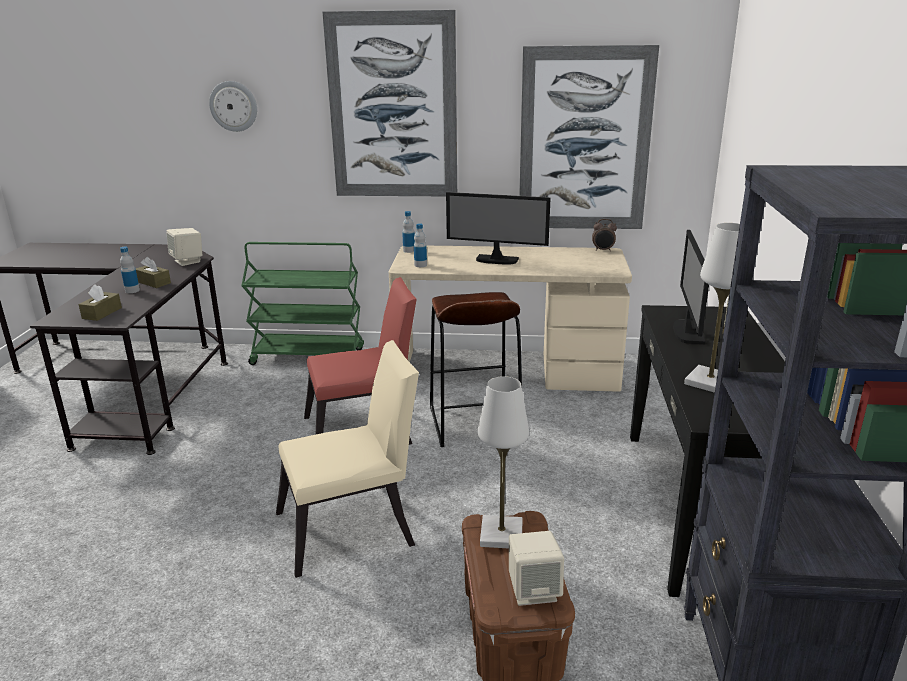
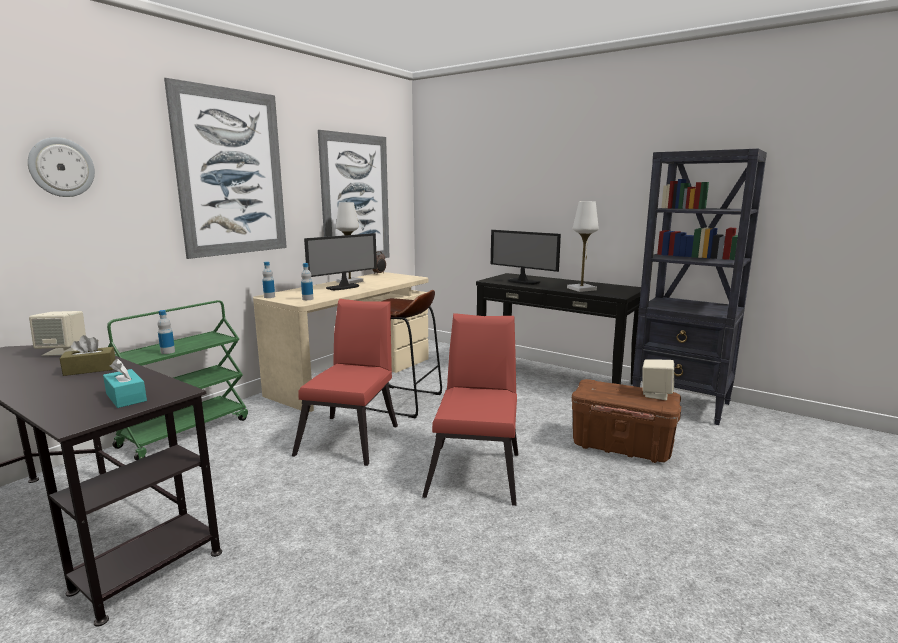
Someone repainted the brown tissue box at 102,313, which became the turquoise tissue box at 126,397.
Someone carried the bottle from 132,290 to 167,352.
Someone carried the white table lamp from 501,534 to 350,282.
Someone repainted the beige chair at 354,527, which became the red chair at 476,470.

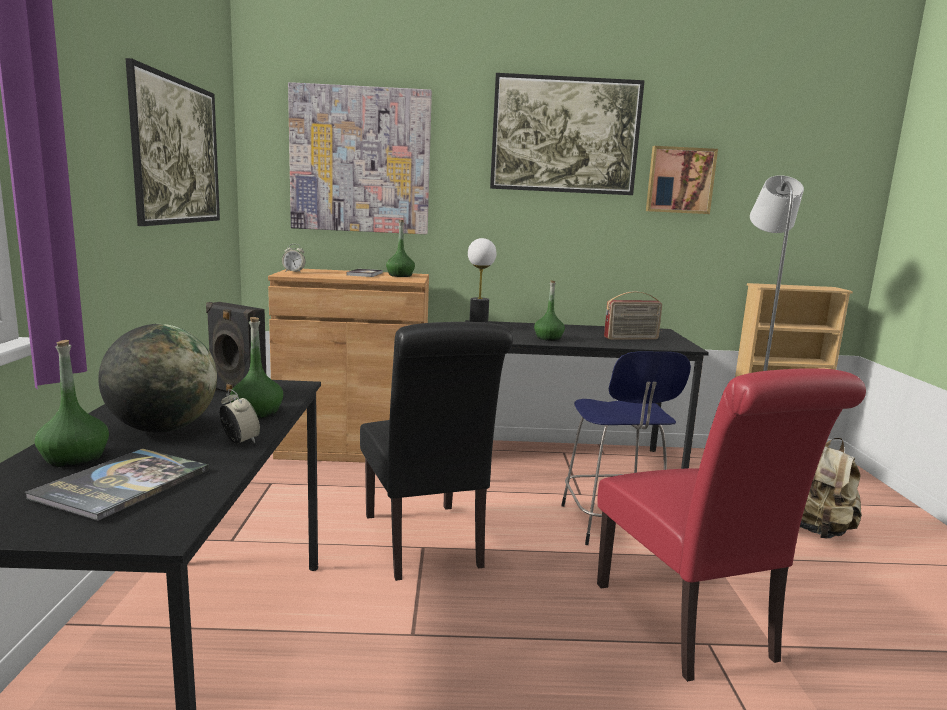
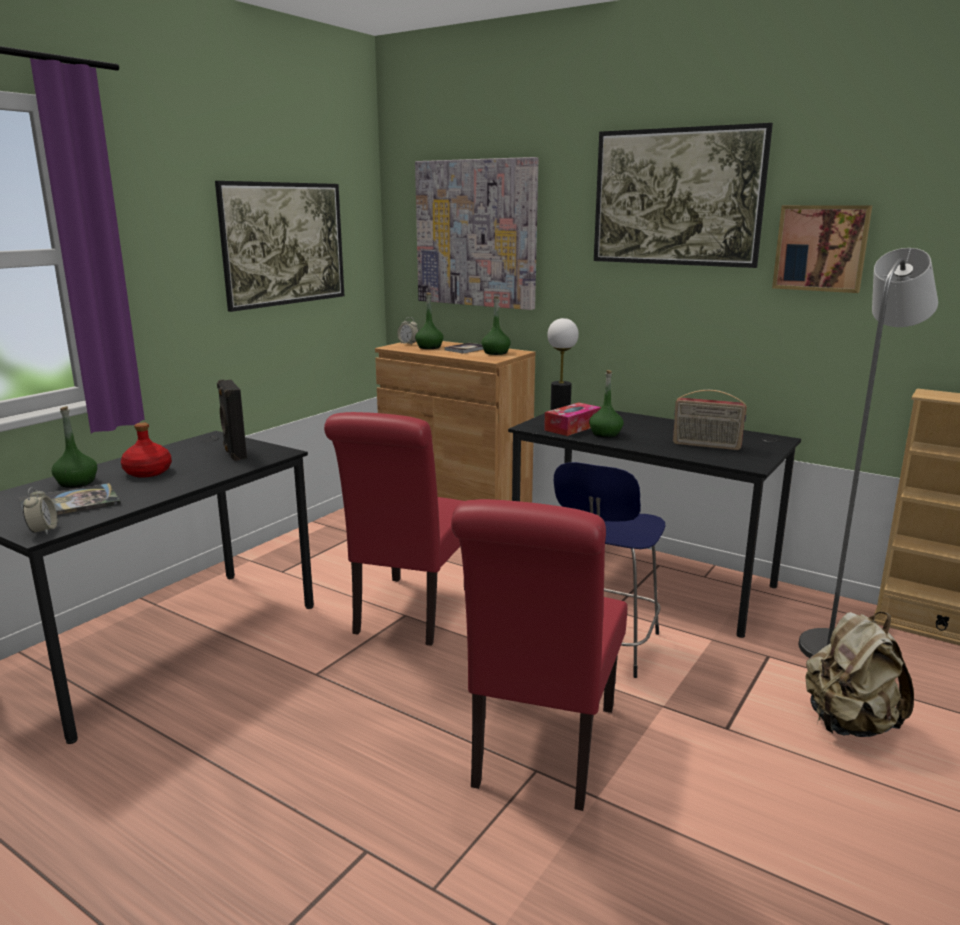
Someone carried the alarm clock from 240,441 to 43,530.
Someone swapped the globe at 162,429 for the red bottle at 147,472.
Someone repainted the black chair at 425,544, which became the red chair at 409,614.
Someone carried the green bottle from 257,413 to 429,347.
Someone put down the tissue box at 572,427.

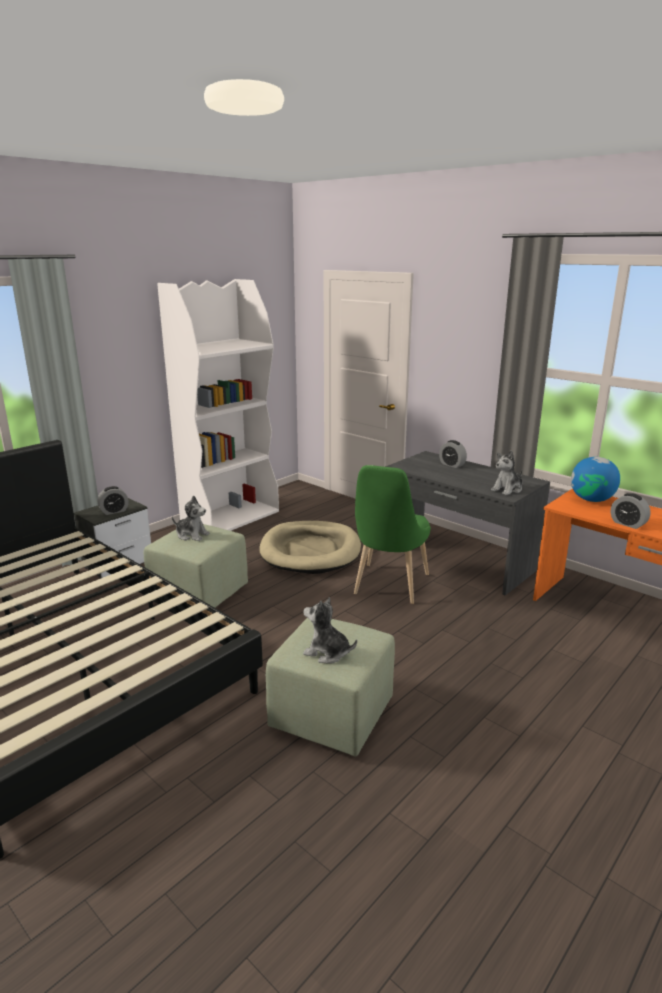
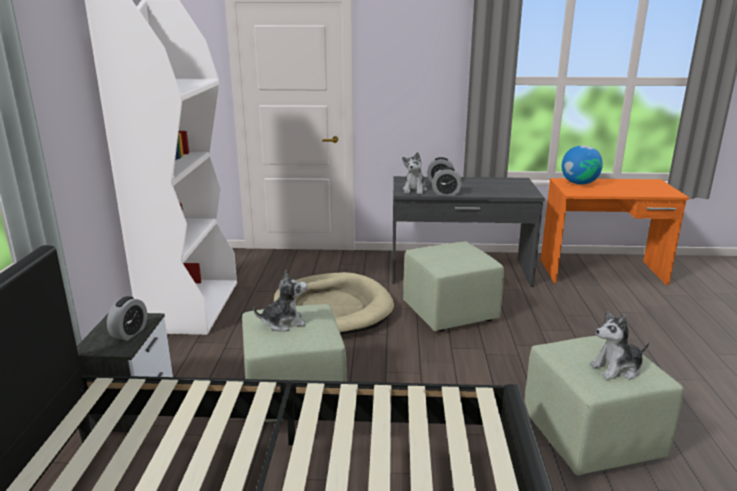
Someone carried the plush toy from 507,489 to 414,190.
Someone swapped the green chair at 389,587 for the green ottoman at 449,313.
Someone carried the alarm clock from 627,524 to 446,193.

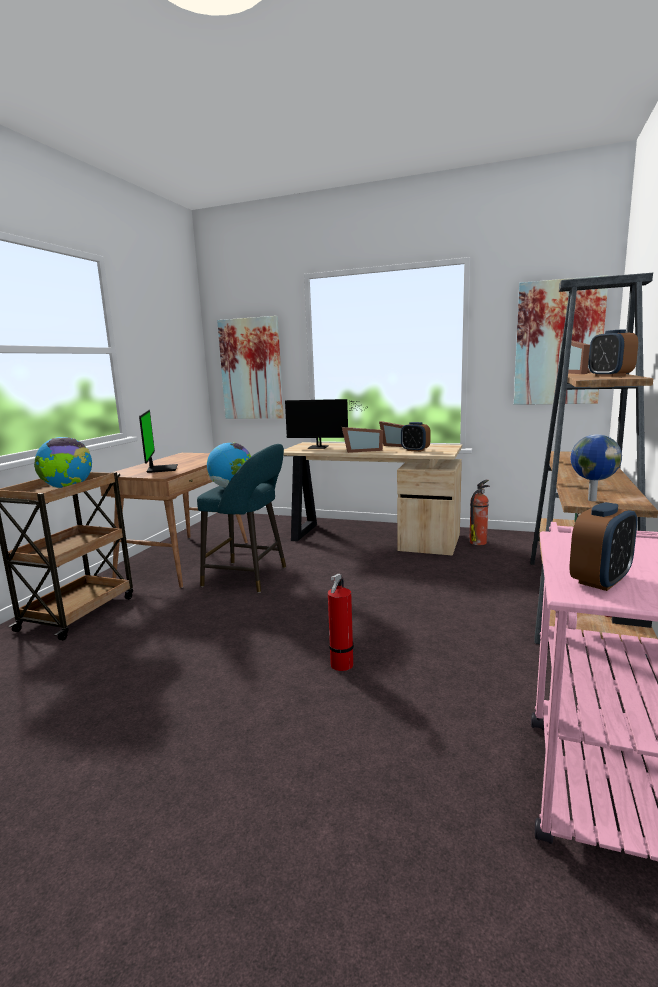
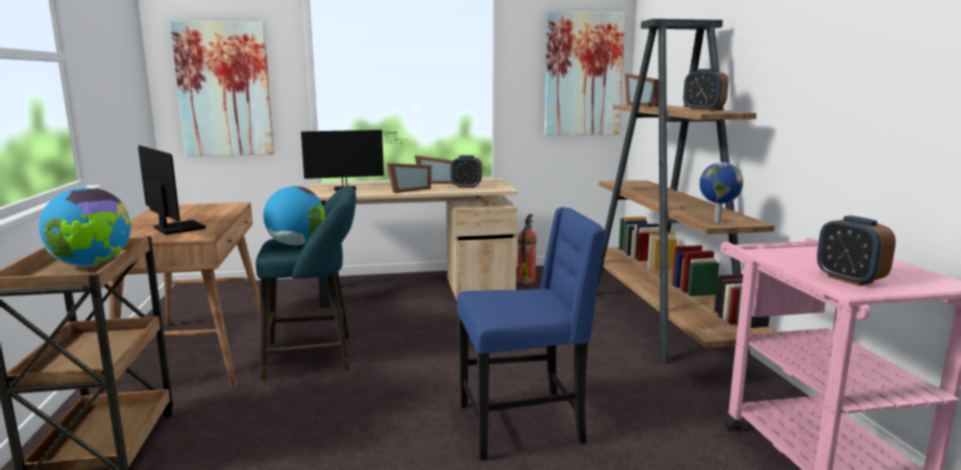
Someone swapped the fire extinguisher at 341,666 for the blue chair at 523,425.
Someone rotated the alarm clock at 600,580 by 135 degrees clockwise.

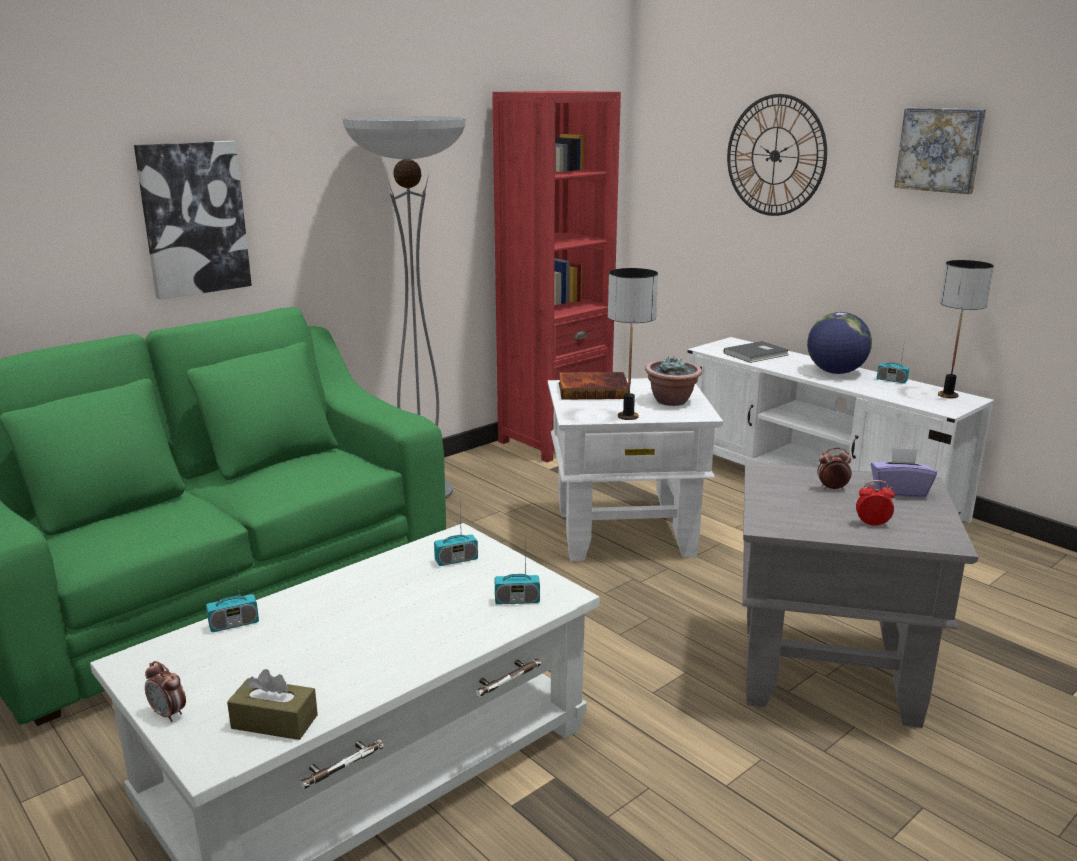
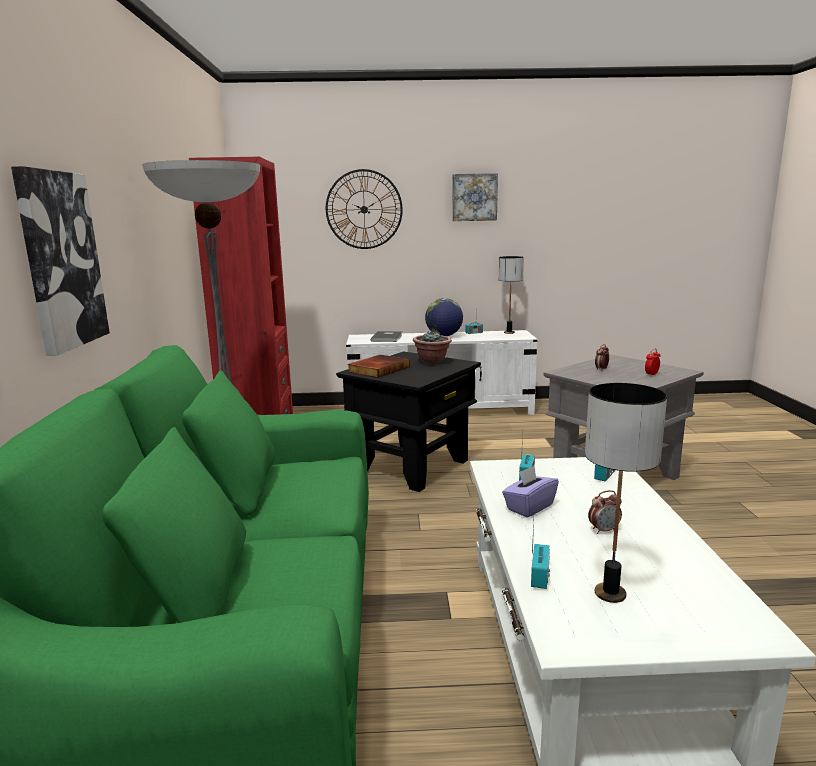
Someone repainted the white side table at 625,533, which became the black side table at 412,466.
Someone carried the purple tissue box from 899,491 to 529,507.
Someone carried the table lamp from 627,416 to 611,594.
Someone carried the alarm clock from 168,714 to 604,530.
Someone took away the brown tissue box at 274,722.

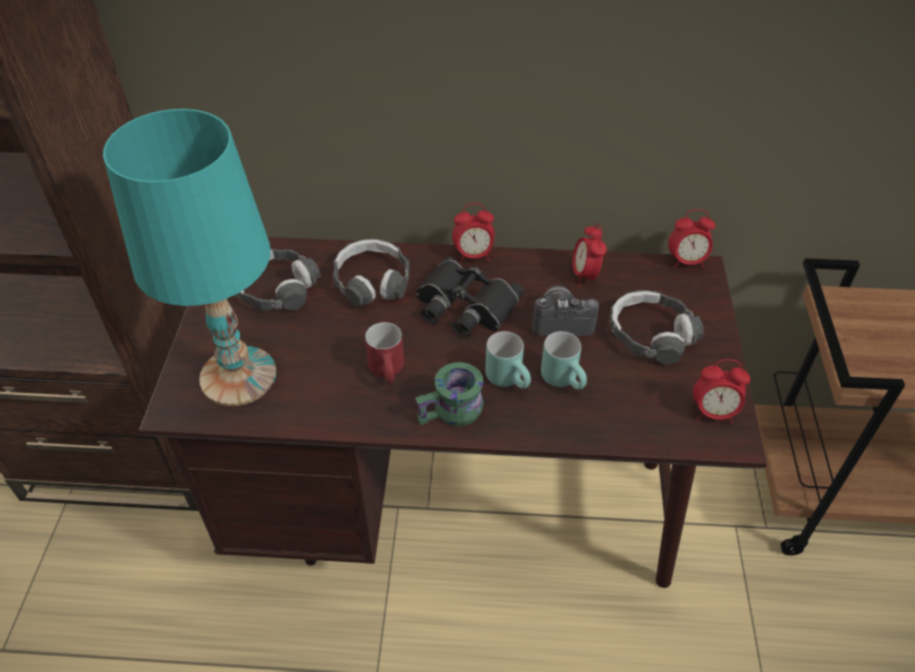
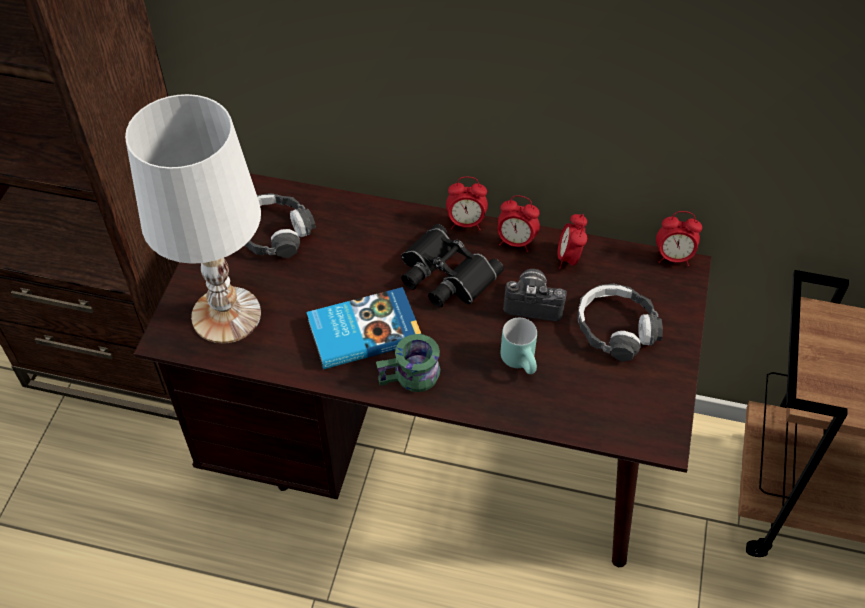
Someone repainted the turquoise table lamp at 239,376, which became the white table lamp at 227,315.
Someone swapped the red mug at 390,372 for the book at 363,331.
Someone carried the alarm clock from 713,413 to 516,242.
Someone took away the headphones at 372,281.
Someone took away the turquoise mug at 510,379.

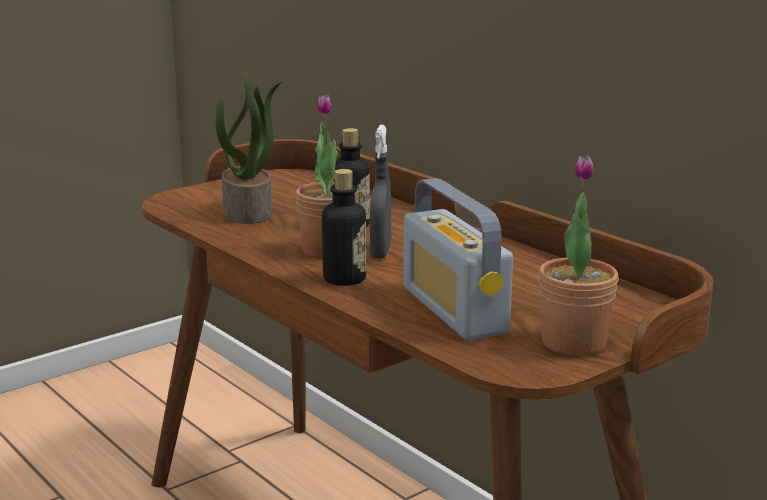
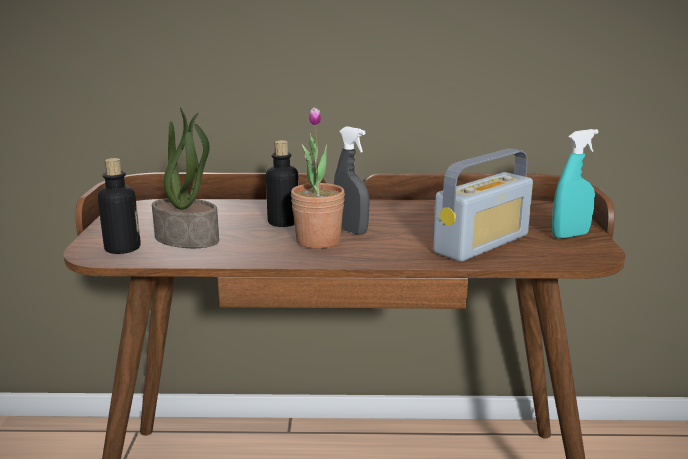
Someone carried the bottle from 344,279 to 122,248.
Someone rotated the radio at 454,310 by 60 degrees counterclockwise.
Someone swapped the potted plant at 573,343 for the turquoise spray bottle at 570,235.

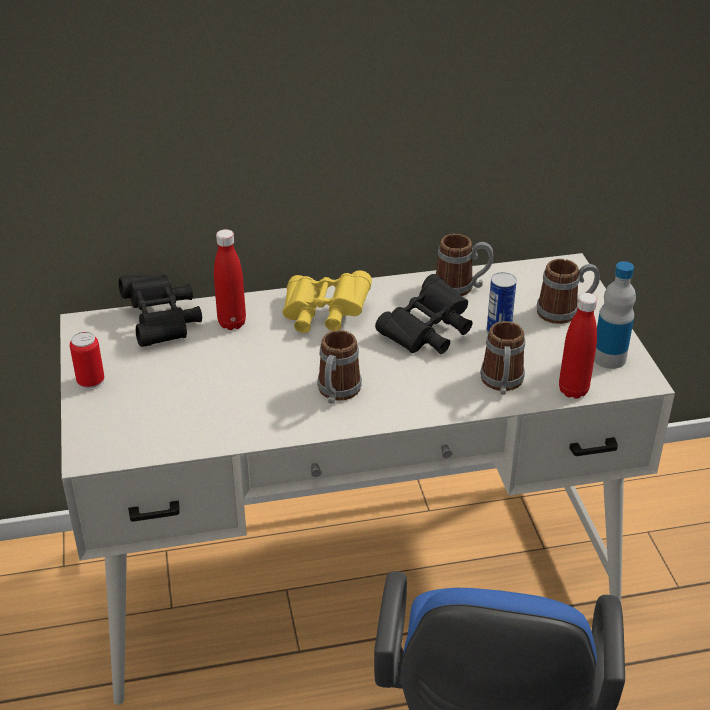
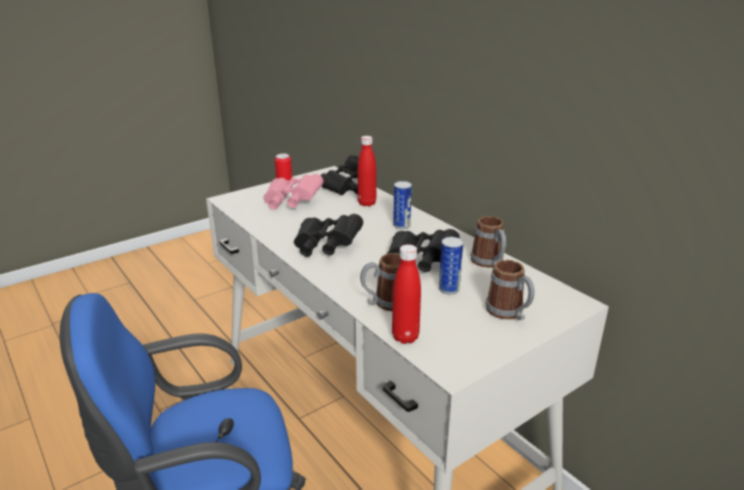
Someone put down the pink binoculars at 291,203.
Someone swapped the mug at 336,393 for the black binoculars at 325,247.
Someone swapped the yellow binoculars at 324,316 for the can at 401,226.
Someone took away the bottle at 609,358.

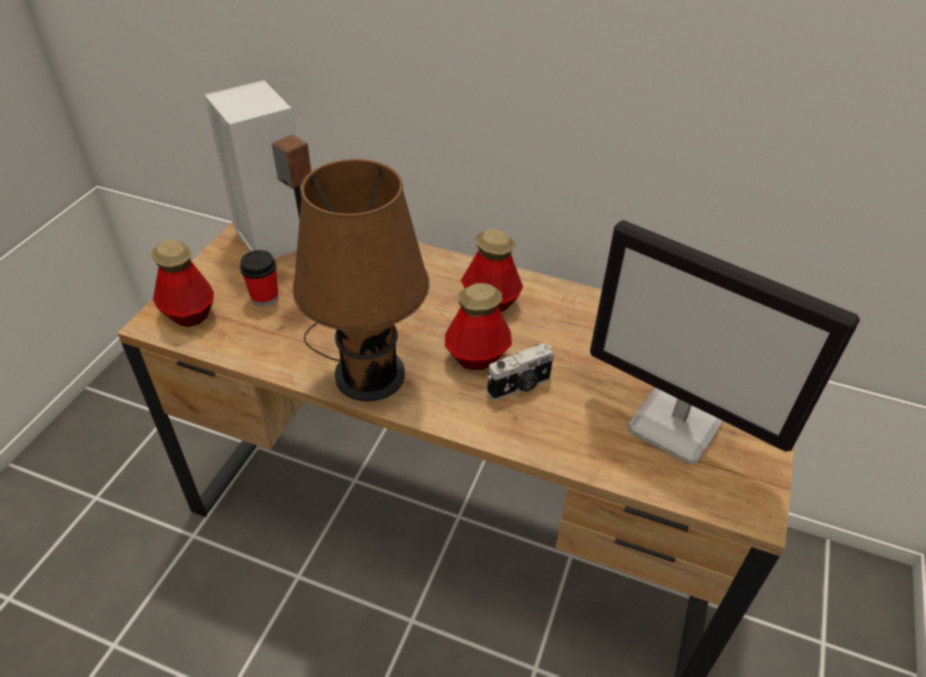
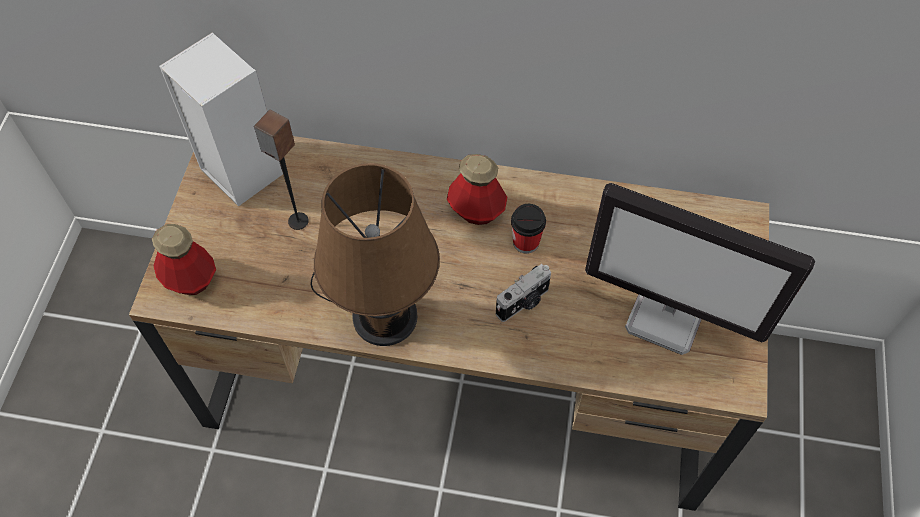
Someone carried the cup from 264,297 to 526,242.
Someone took away the bottle at 477,357.

